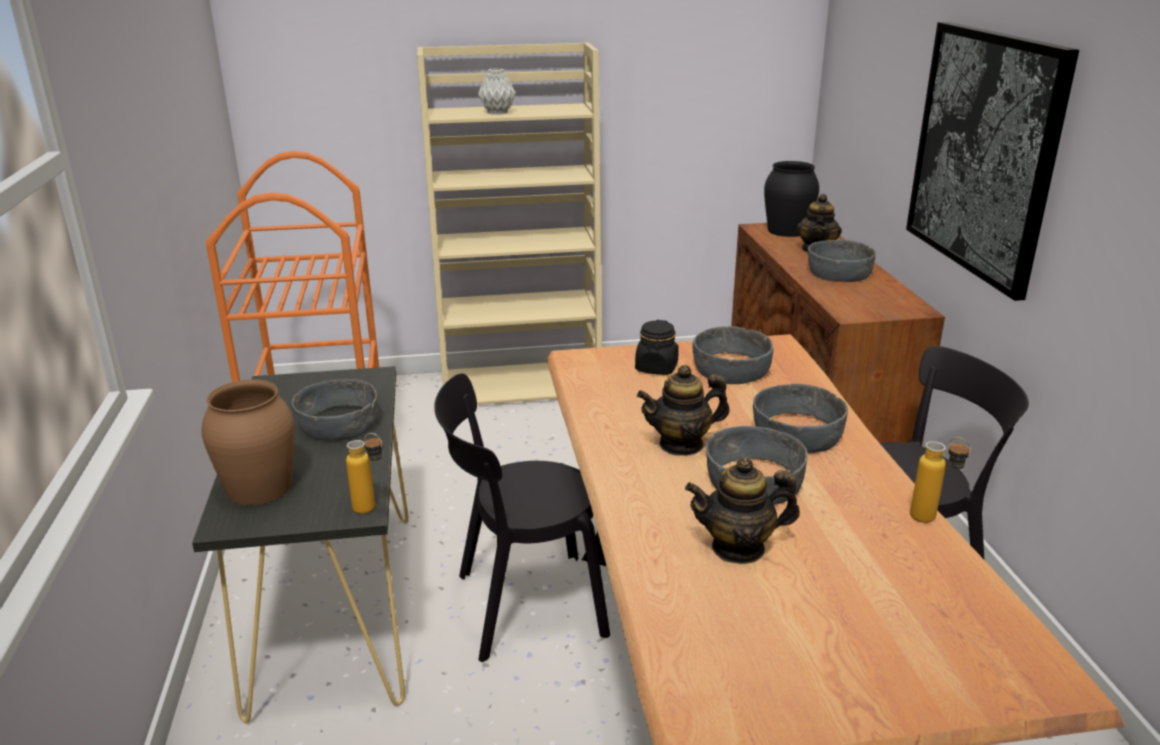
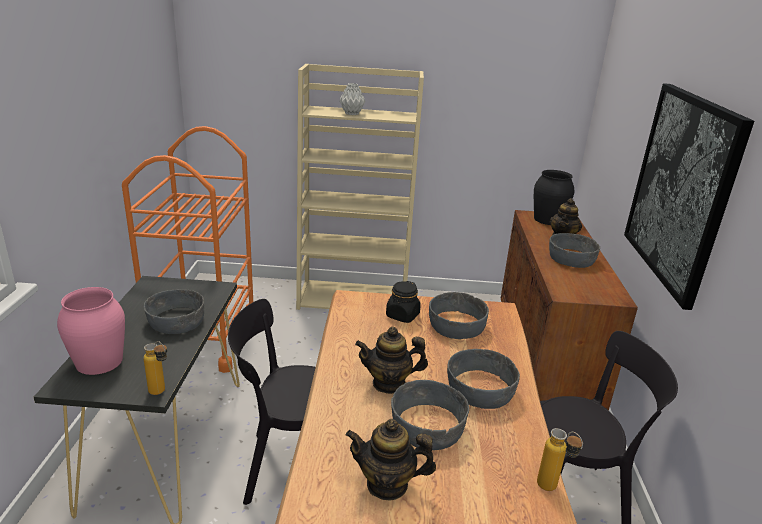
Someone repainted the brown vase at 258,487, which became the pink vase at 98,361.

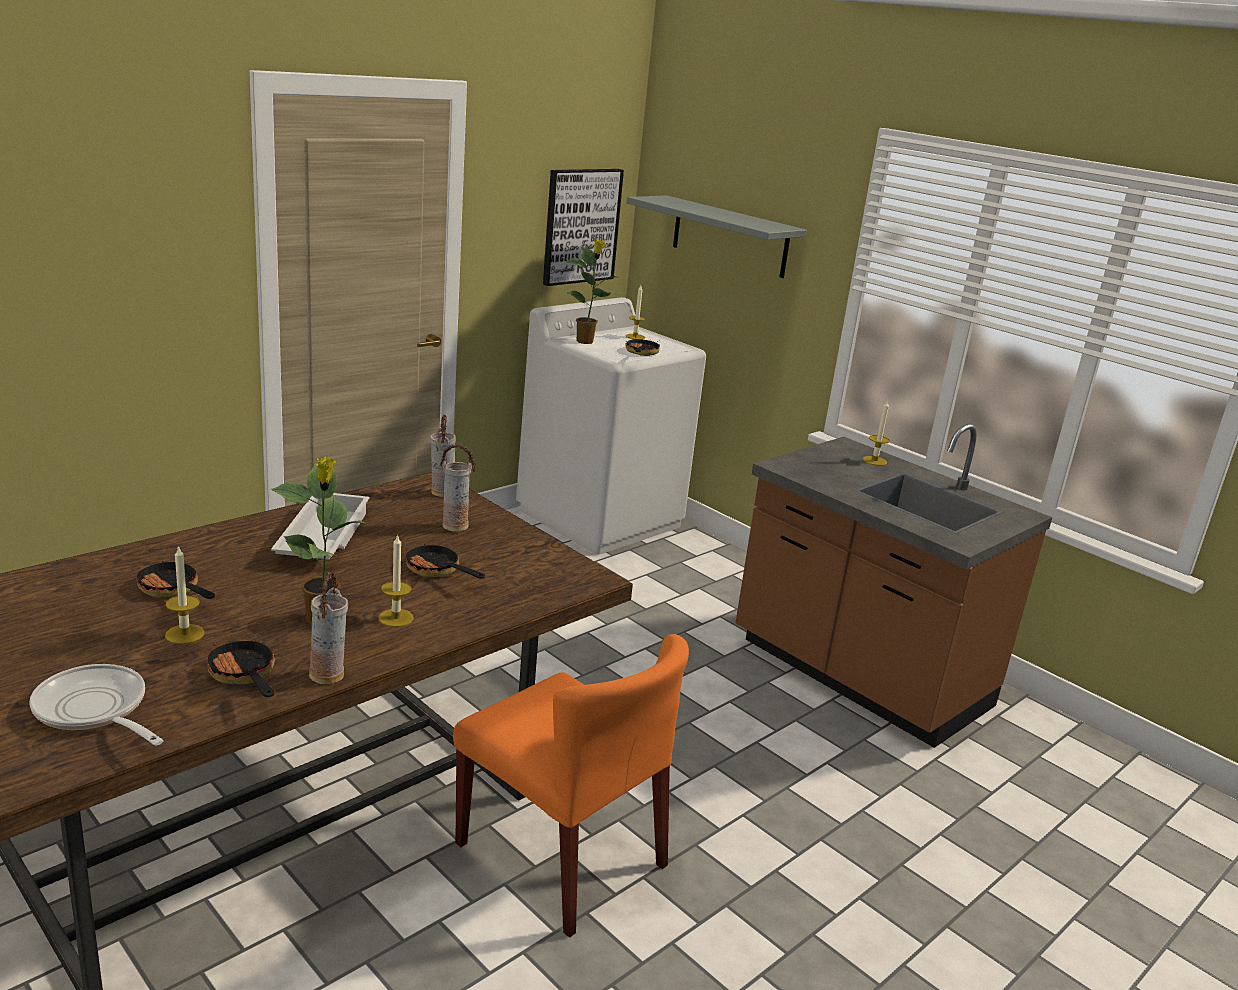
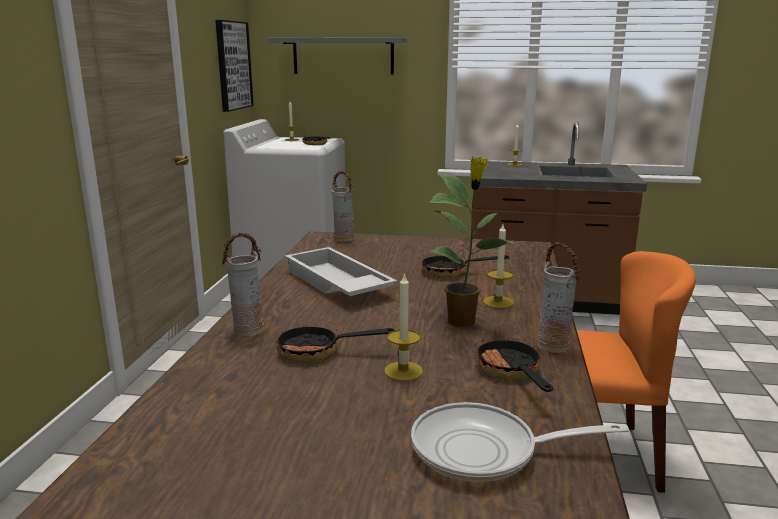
Someone carried the vase from 455,526 to 248,330.
Someone rotated the frying pan at 244,676 by 60 degrees clockwise.
Someone took away the potted plant at 586,341.

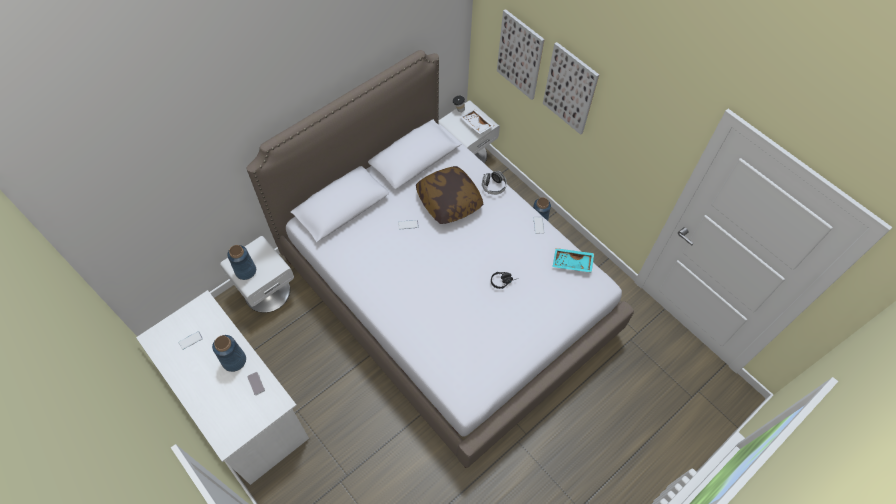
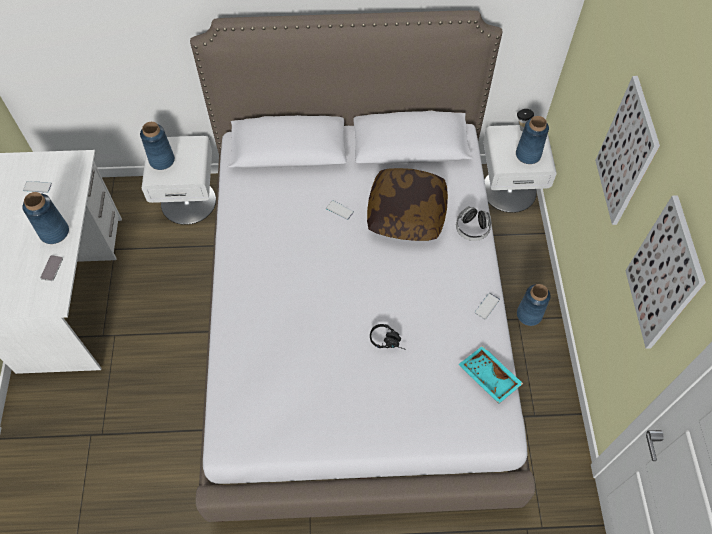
Someone swapped the white tray at 476,124 for the blue vase at 528,155.
Someone carried the picture from 520,55 to 663,275.

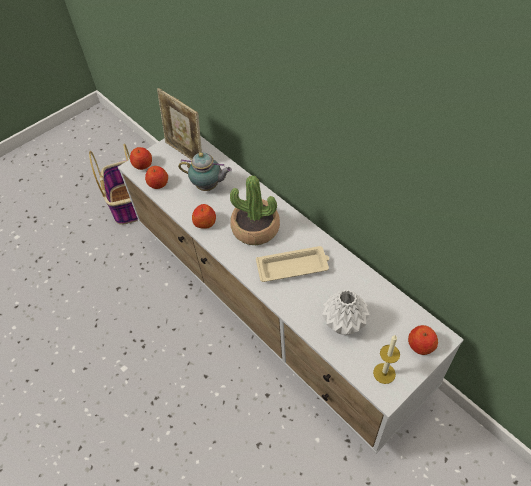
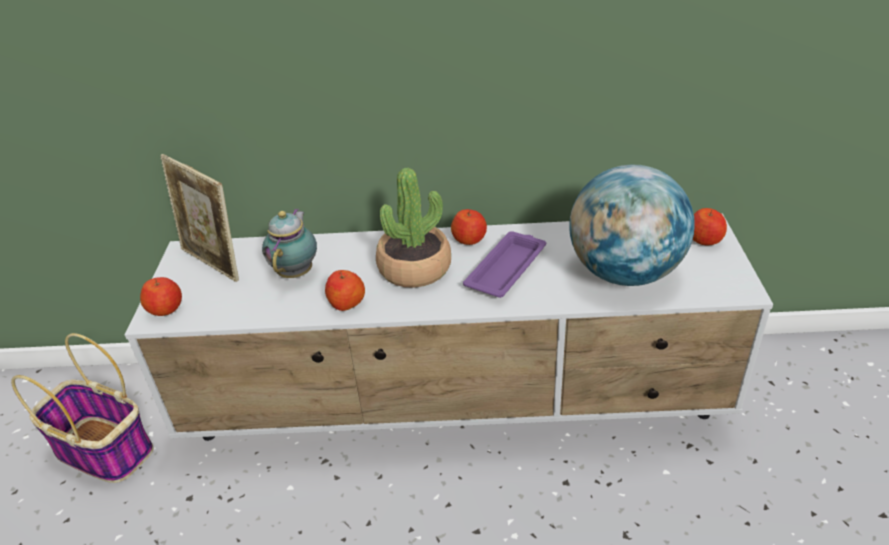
Someone rotated the picture frame at 186,153 by 45 degrees clockwise.
Someone rotated the teapot at 209,187 by 45 degrees counterclockwise.
Someone carried the apple from 158,184 to 469,239.
Someone repainted the beige tray at 293,267, which became the purple tray at 507,268.
Someone swapped the white vase at 343,323 for the globe at 624,273.
Someone took away the candle at 384,373.

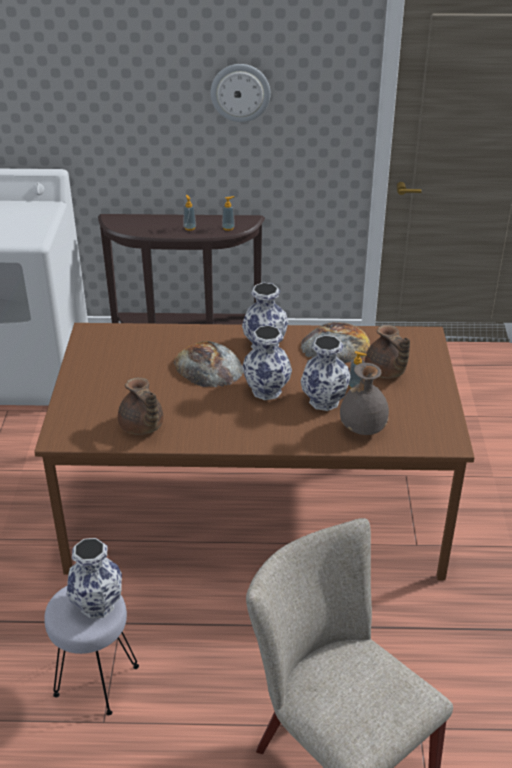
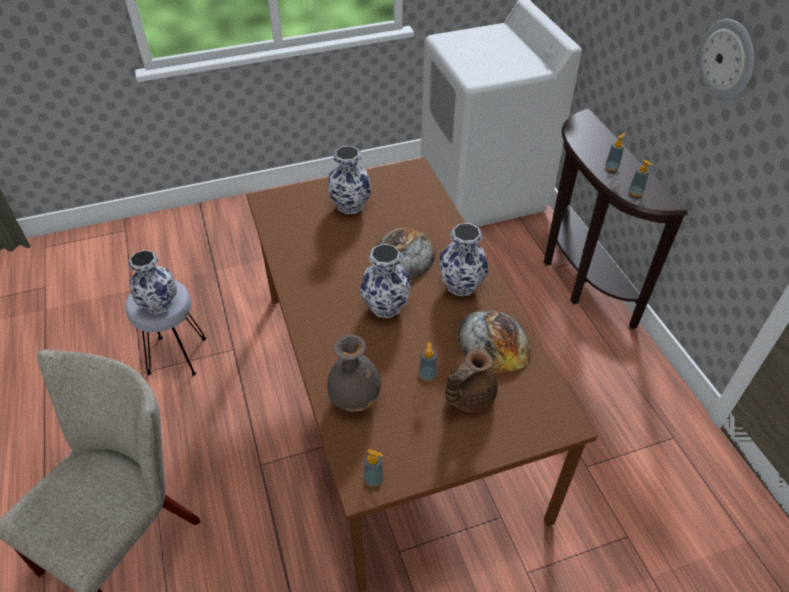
Someone carried the vase from 323,401 to 350,205.
Someone put down the soap dispenser at 373,479.
Someone took away the brown teapot at 142,427.

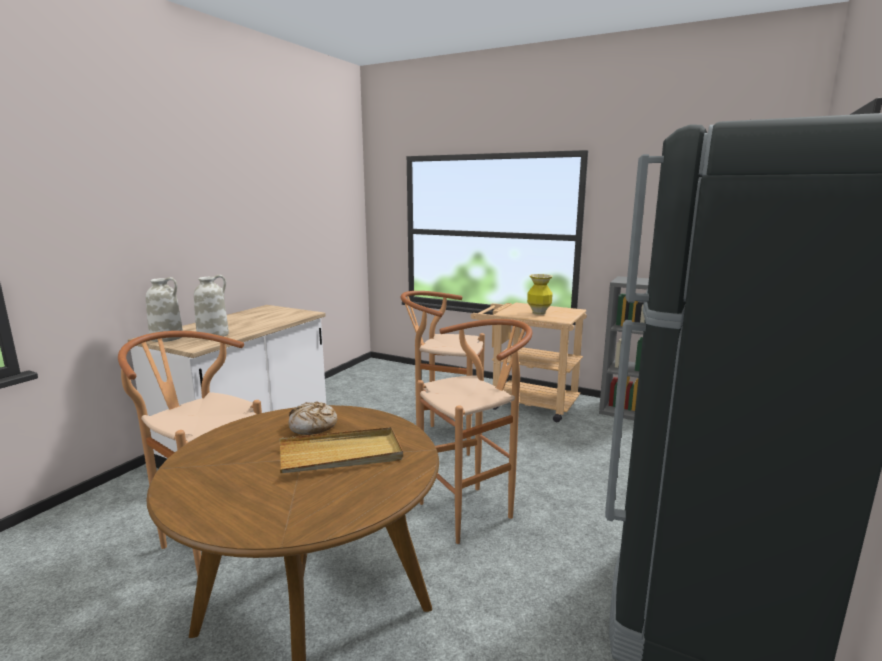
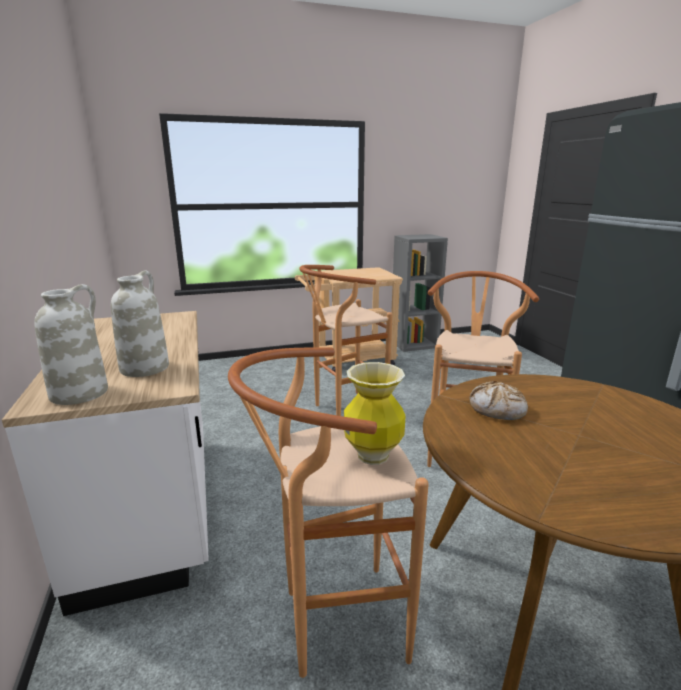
Someone carried the vase from 538,313 to 373,456.
Someone took away the beige tray at 341,455.

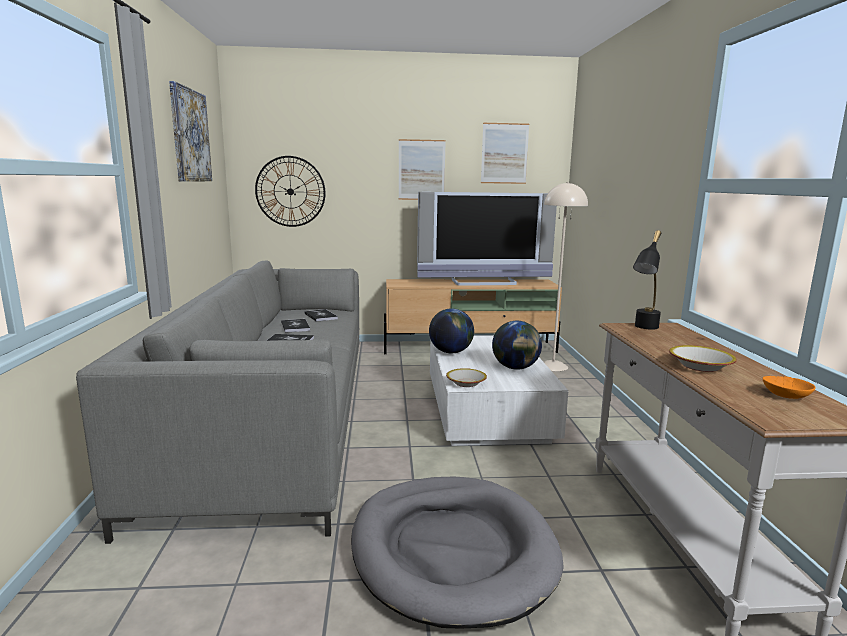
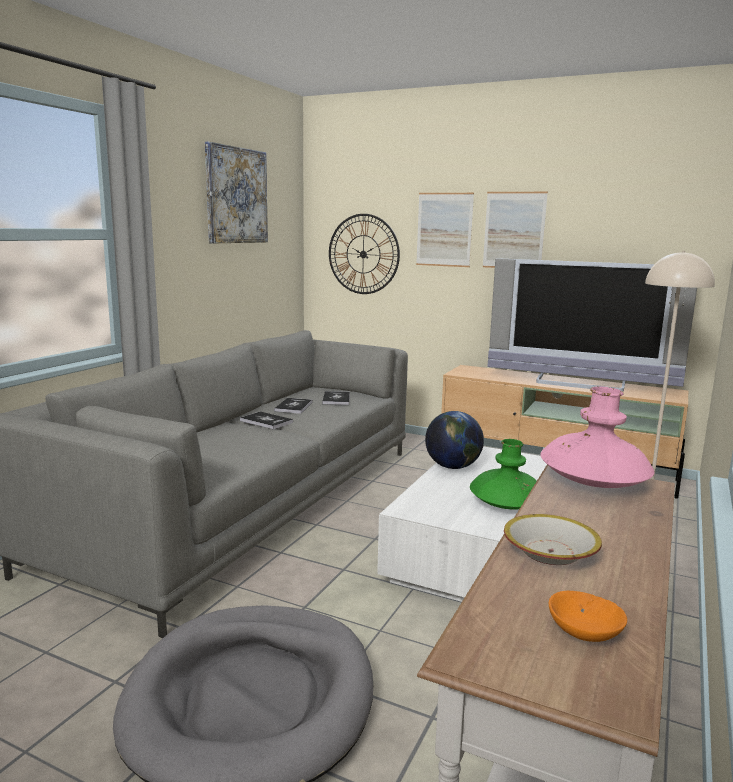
Someone carried the picture from 504,153 to 444,229.
Someone swapped the globe at 515,368 for the green vase at 506,503.
Someone swapped the black table lamp at 644,328 for the pink vase at 593,481.
Someone took away the bowl at 466,383.

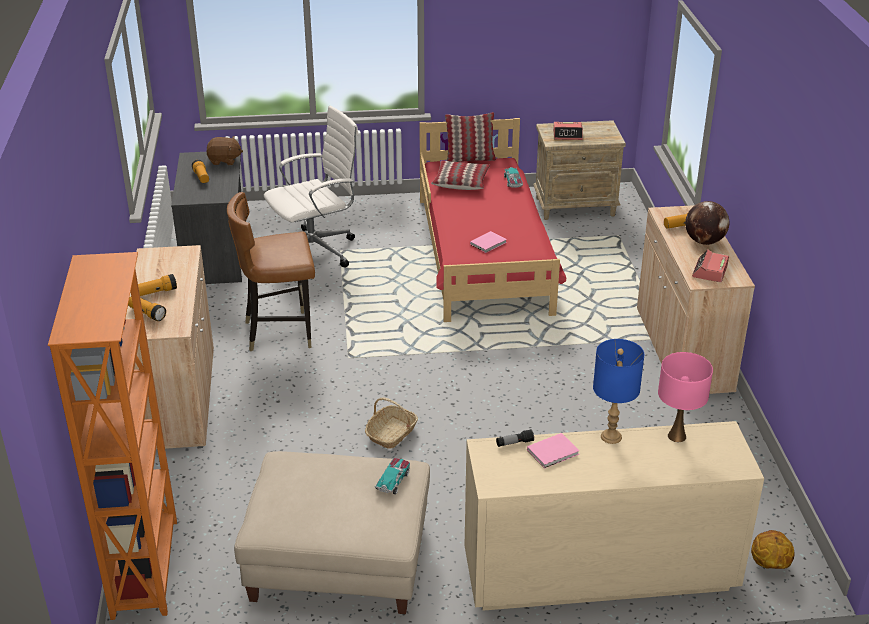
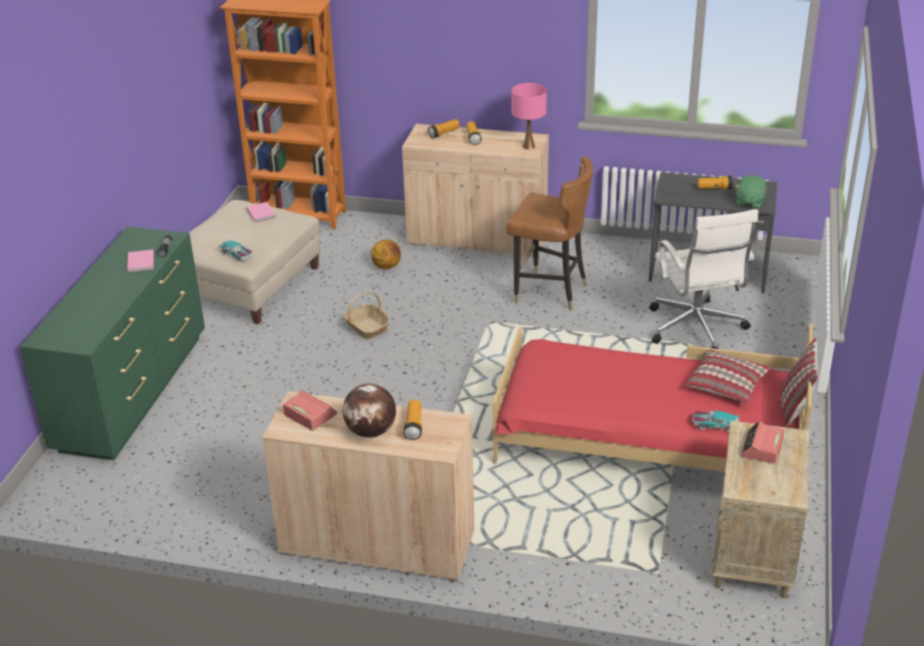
Someone repainted the beige dresser at 597,573, which became the green dresser at 134,391.
Someone carried the pink book from 489,243 to 260,214.
Someone carried the basketball from 769,564 to 387,266.
Someone rotated the brown chair at 280,332 by 105 degrees clockwise.
Someone carried the pink table lamp from 677,436 to 528,146.
Someone repainted the brown plush toy at 224,160, which became the green plush toy at 749,202.
Someone took away the blue table lamp at 611,437.

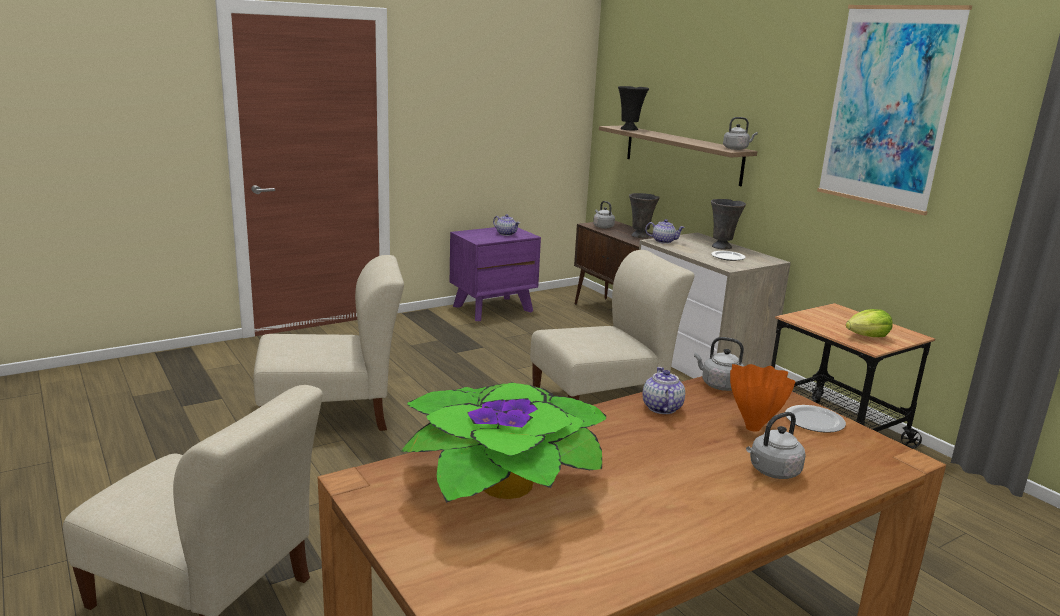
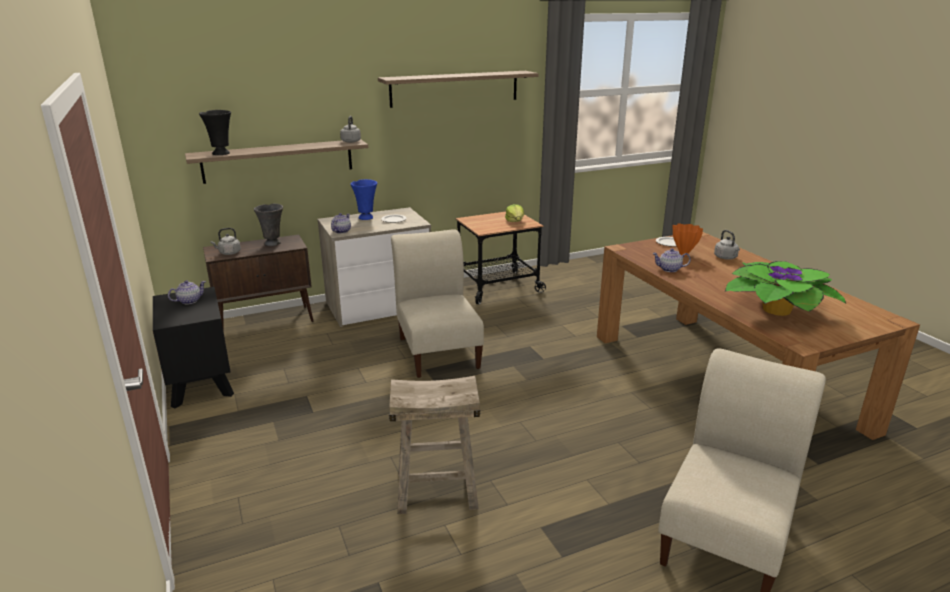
Someone repainted the purple nightstand at 493,308, which became the black nightstand at 200,383.
Someone repainted the grey vase at 722,247, which became the blue vase at 366,217.
Someone swapped the picture at 888,107 for the shelf at 455,88.
Someone swapped the beige chair at 332,414 for the beige stool at 437,489.
Someone took away the grey kettle at 719,385.

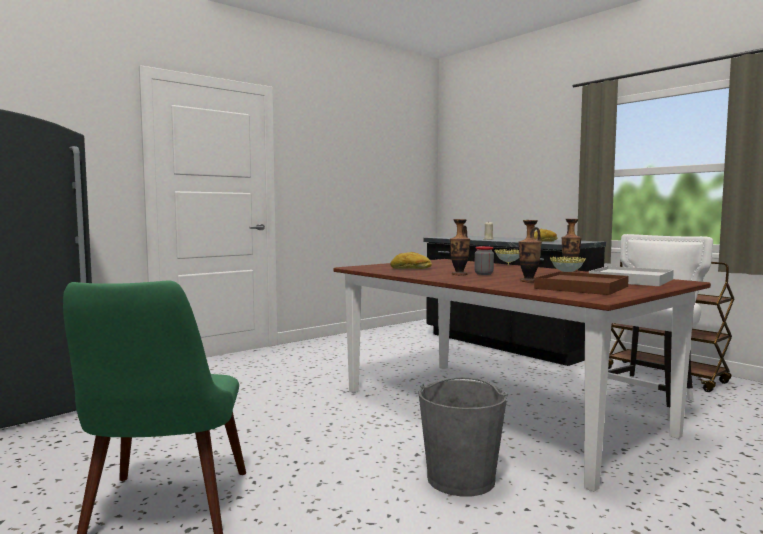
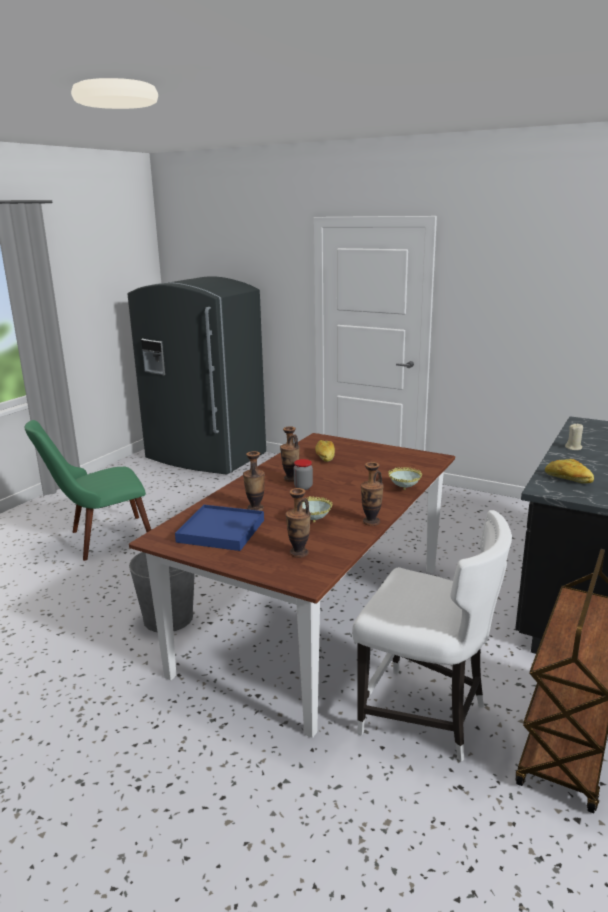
Someone repainted the brown tray at 581,287, which became the blue tray at 221,531.
Someone swapped the white tray at 631,280 for the vase at 299,553.

